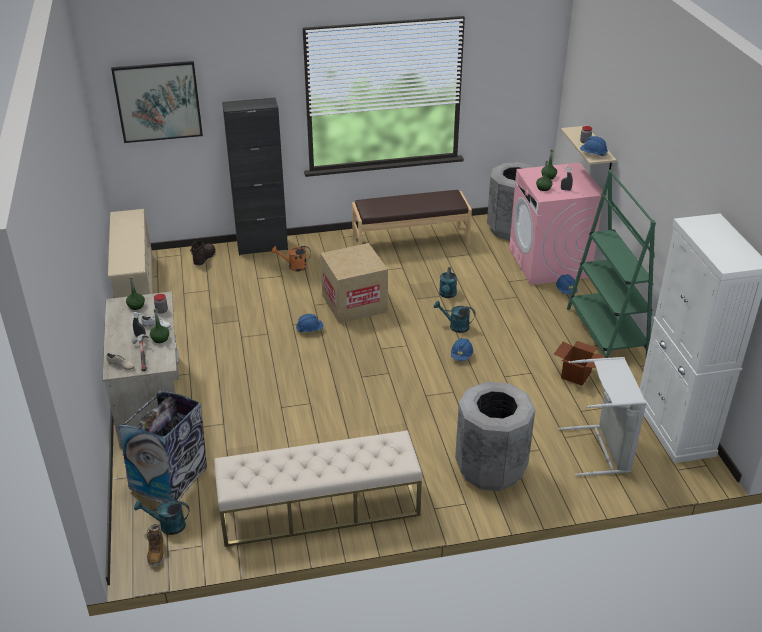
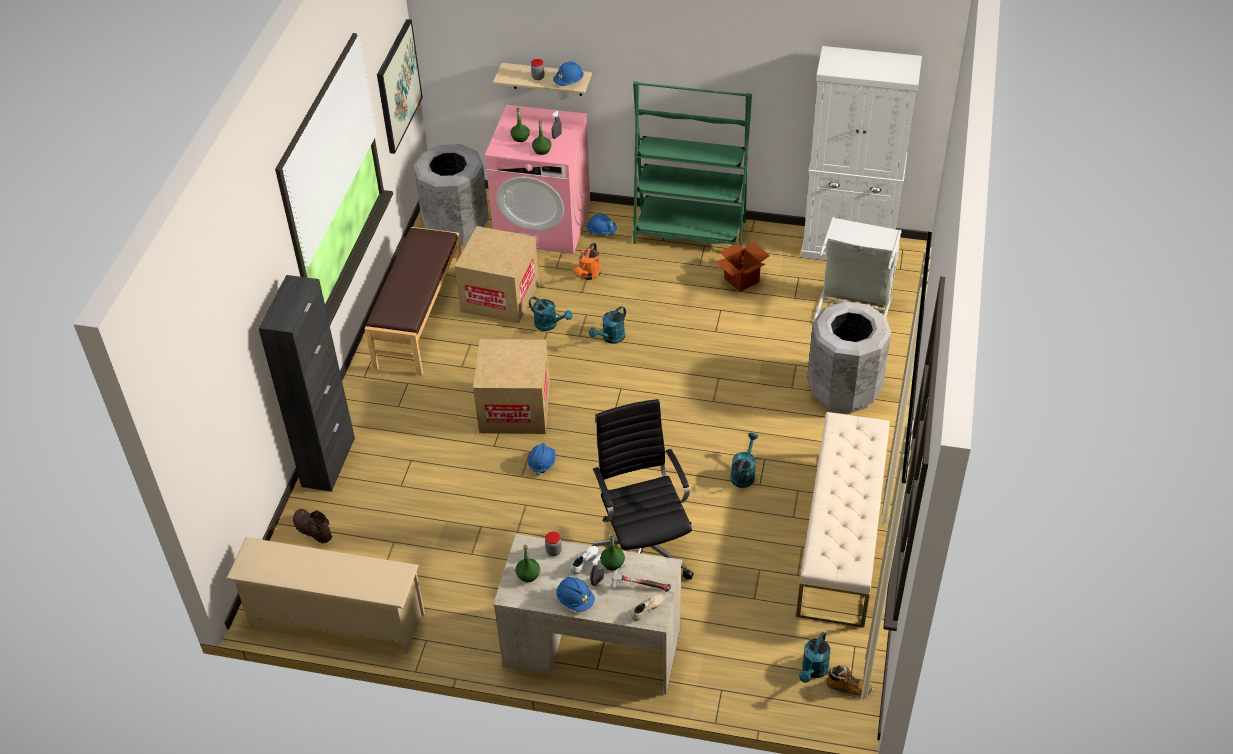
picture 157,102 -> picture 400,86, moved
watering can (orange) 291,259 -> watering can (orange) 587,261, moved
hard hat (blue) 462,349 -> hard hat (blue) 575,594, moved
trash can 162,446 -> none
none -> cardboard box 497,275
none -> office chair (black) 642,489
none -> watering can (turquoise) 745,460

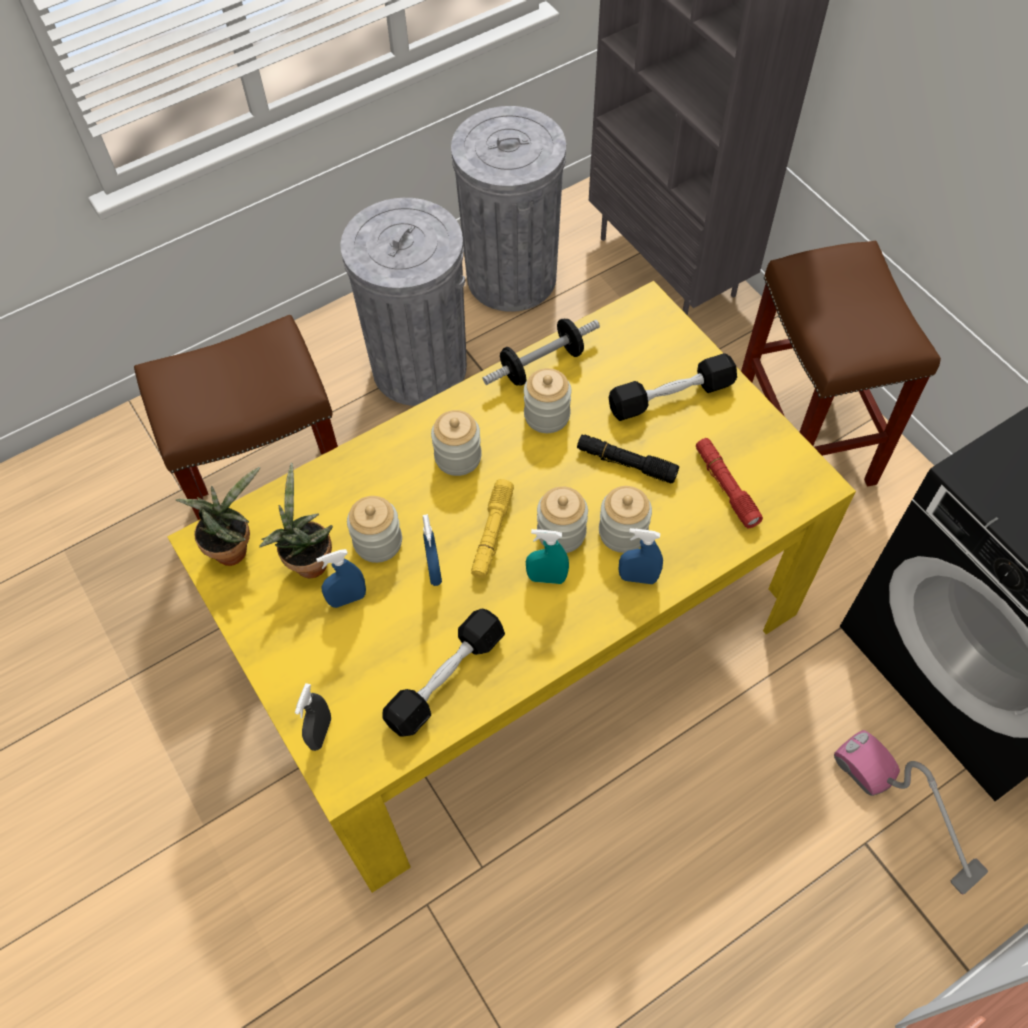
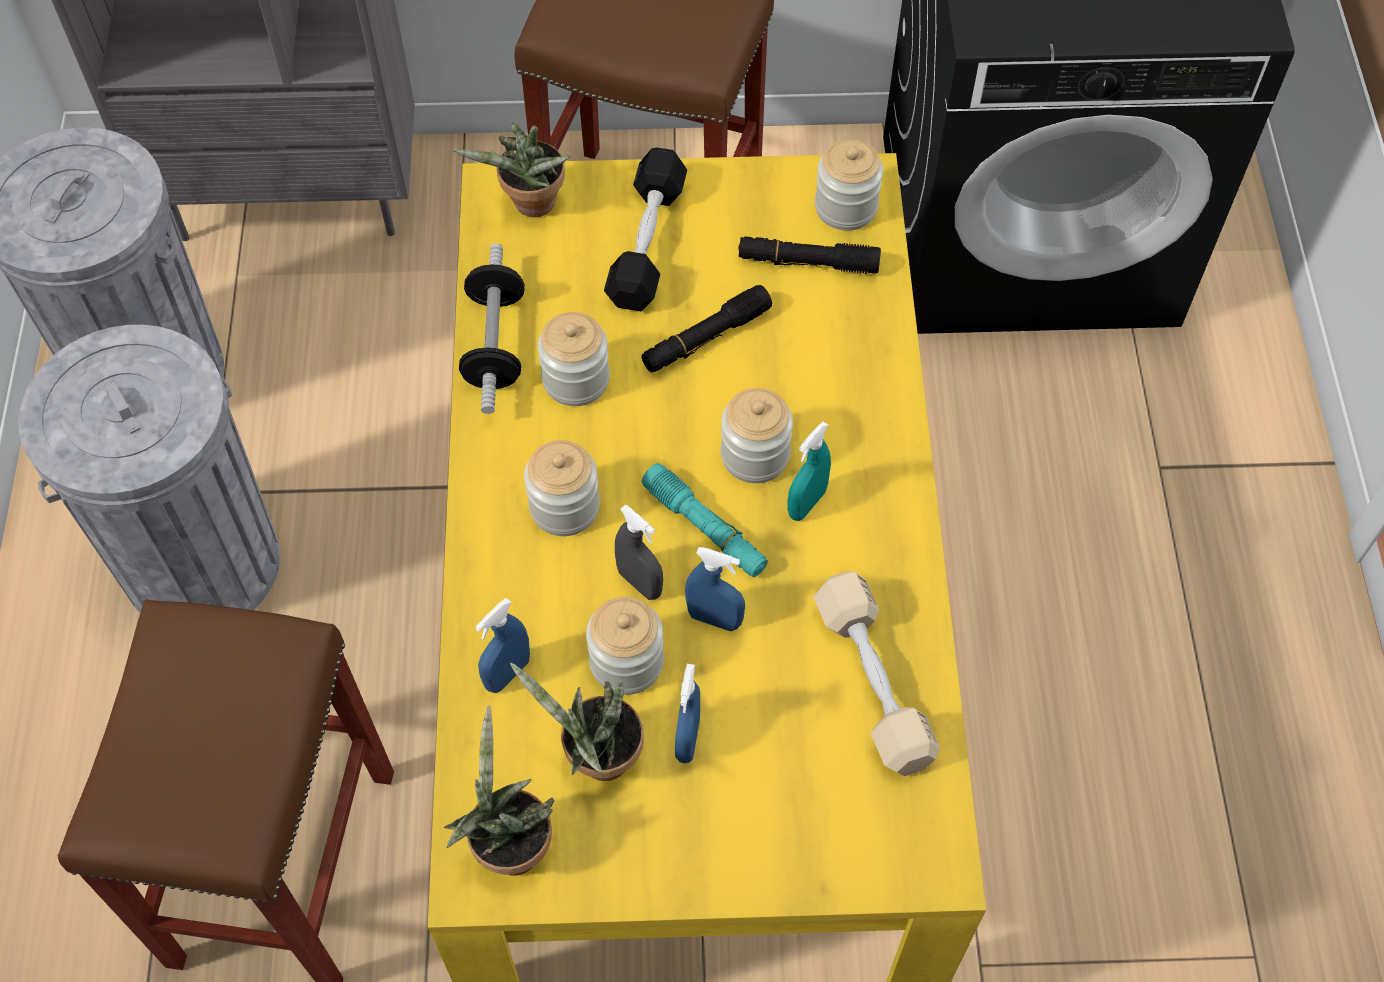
flashlight (red) 729,483 -> flashlight (black) 809,255
flashlight (yellow) 492,528 -> flashlight (turquoise) 705,520
jar 625,519 -> jar 849,185, moved
spray bottle (blue) 641,556 -> spray bottle (blue) 502,645, moved
dumbbell (black) 443,673 -> dumbbell (beige) 877,673
spray bottle (grey) 313,717 -> spray bottle (grey) 639,552, moved
vacuum cleaner 911,812 -> none
none -> potted plant 512,169

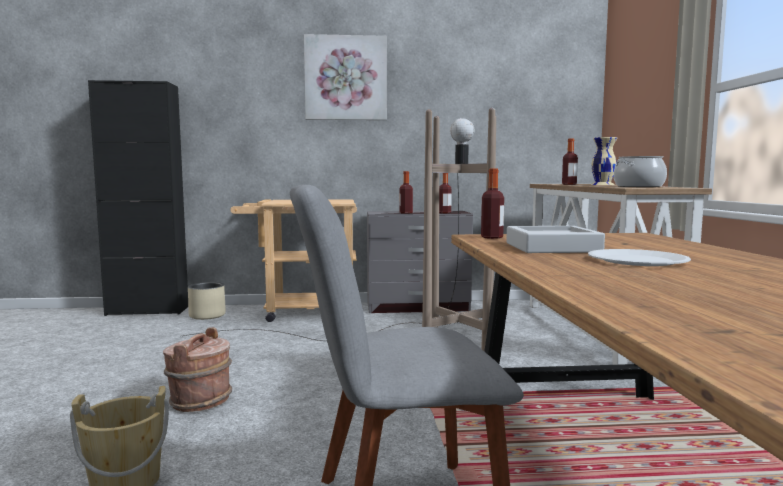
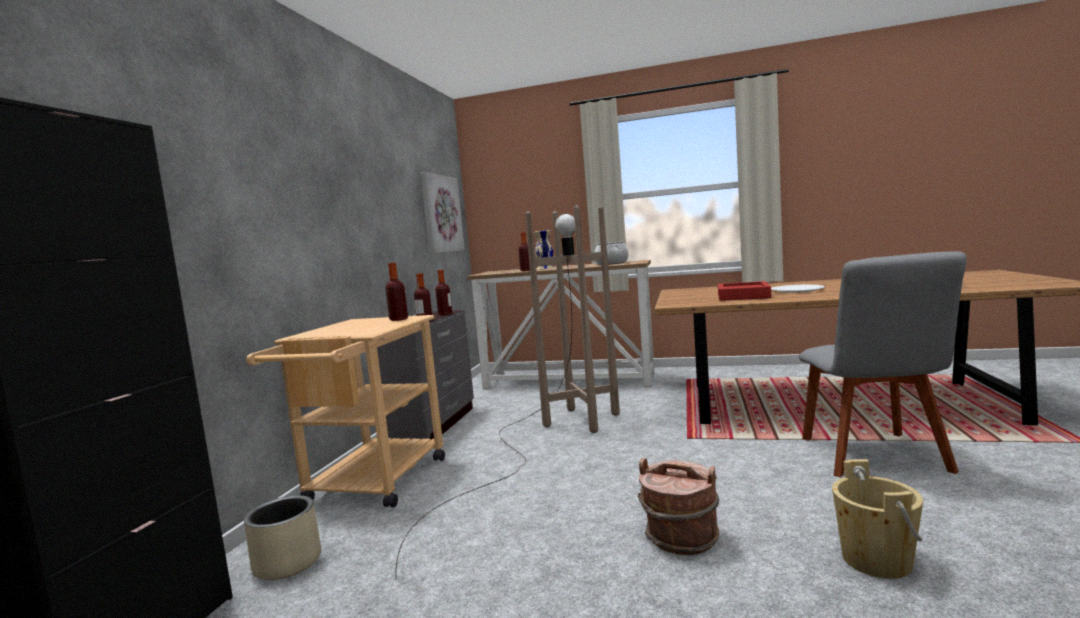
picture 345,77 -> picture 443,213, moved
bottle 492,204 -> bottle 396,292, moved
tray (grey) 555,239 -> tray (red) 744,291

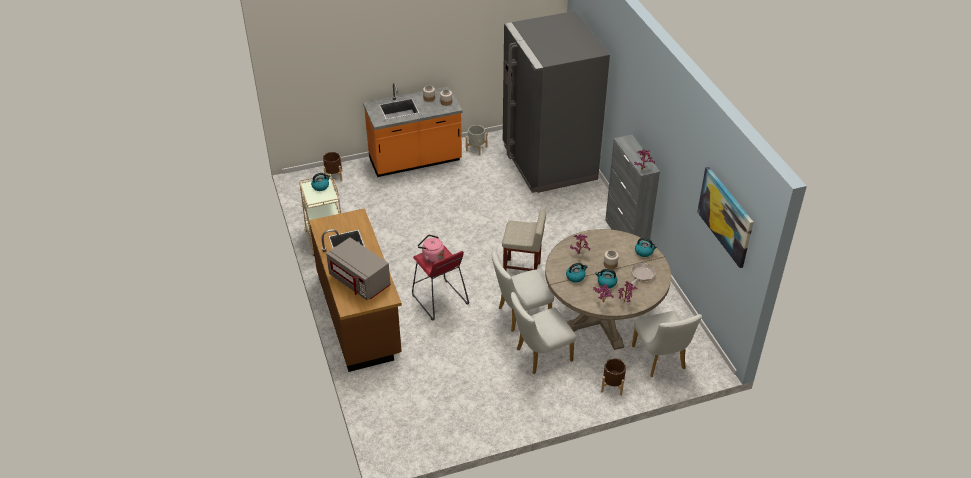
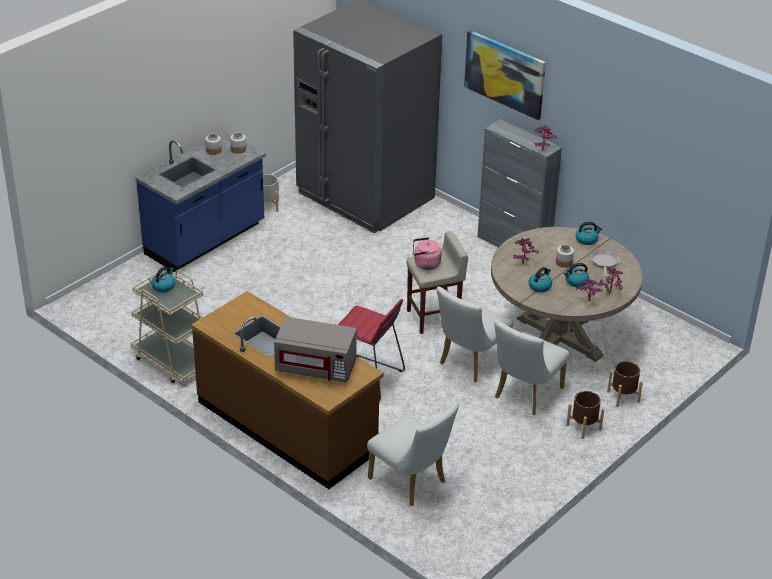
counter (orange) 412,130 -> counter (blue) 200,202
planter (brown) 332,166 -> planter (brown) 585,415, moved
picture 725,217 -> picture 505,75, moved
kettle (pink) 431,249 -> kettle (pink) 427,253, moved
chair (white) 667,344 -> chair (white) 413,454, moved

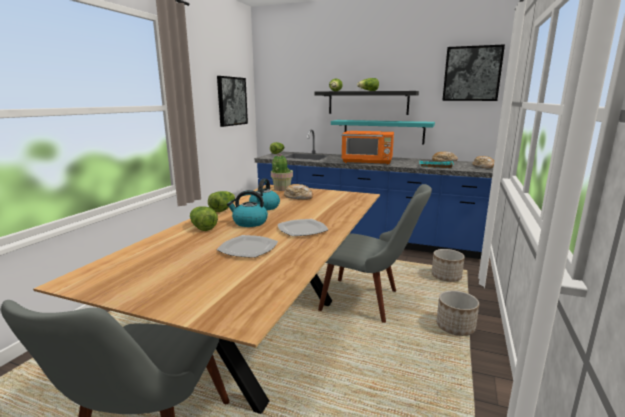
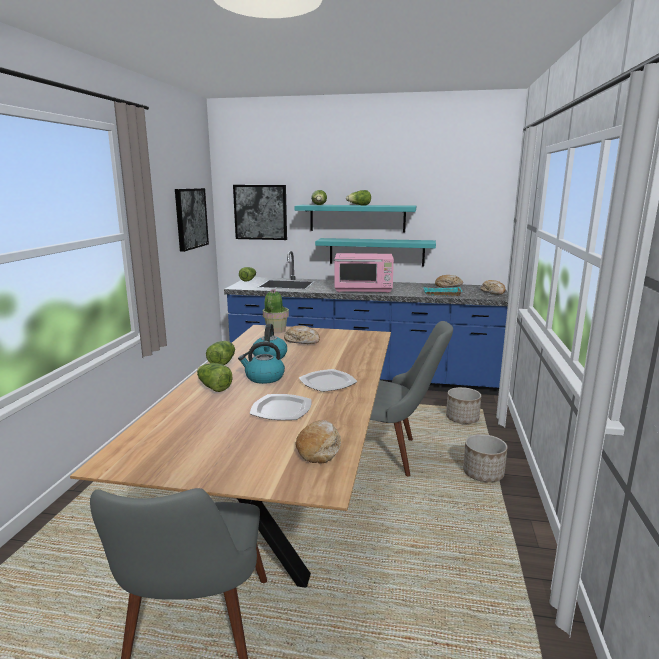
picture 473,72 -> picture 260,212, moved
shelf (black) 367,103 -> shelf (turquoise) 355,219
microwave (orange) 368,148 -> microwave (pink) 364,273
none -> bread 318,441

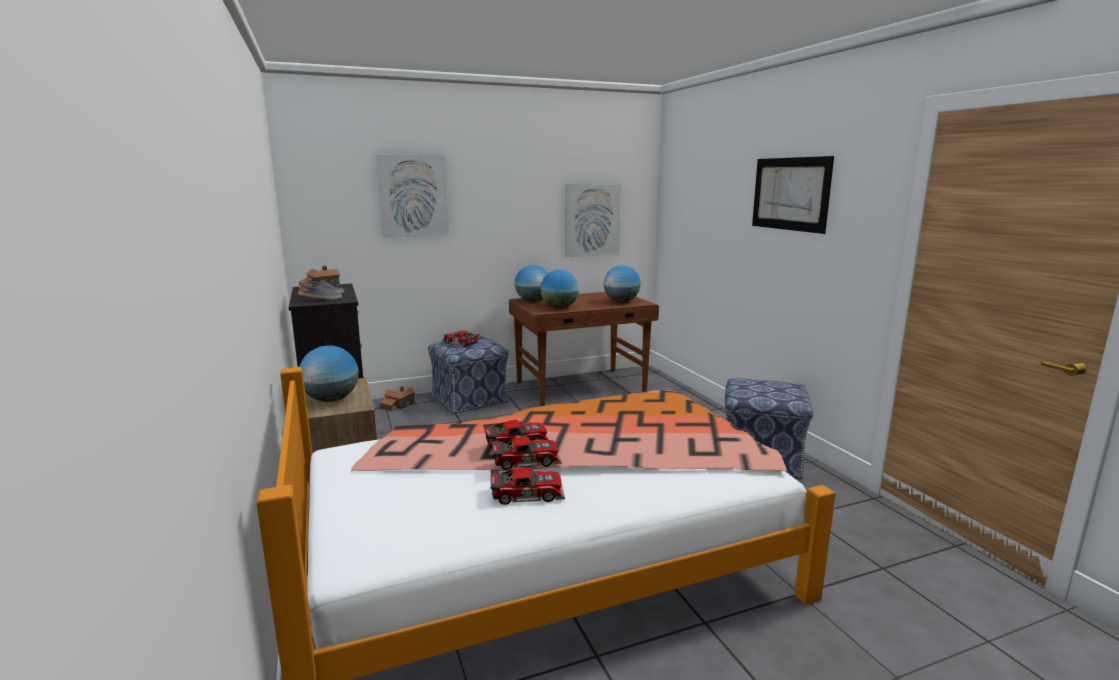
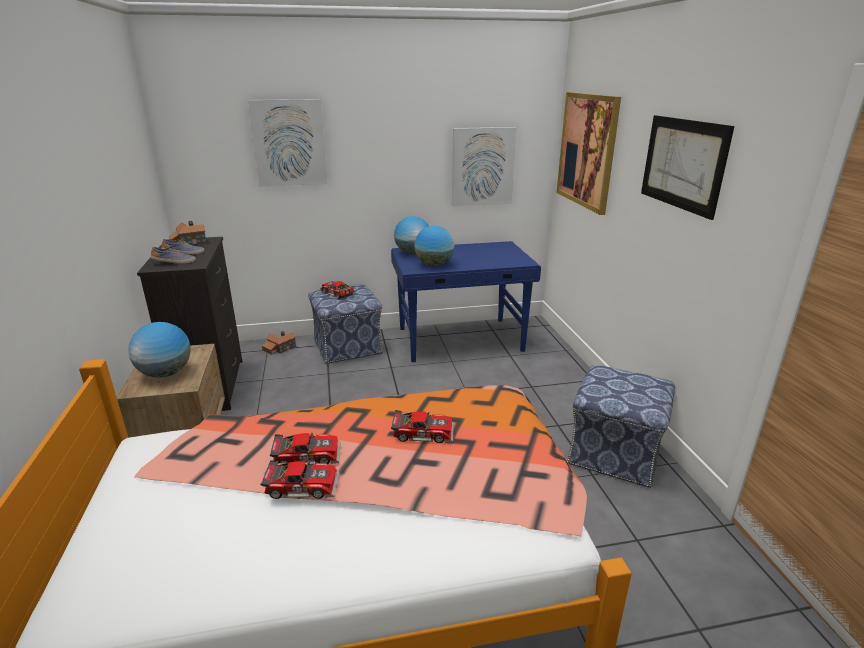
globe 622,283 -> none
desk (brown) 584,349 -> desk (blue) 466,301
toy car 528,486 -> toy car 422,426, moved
none -> picture 589,153

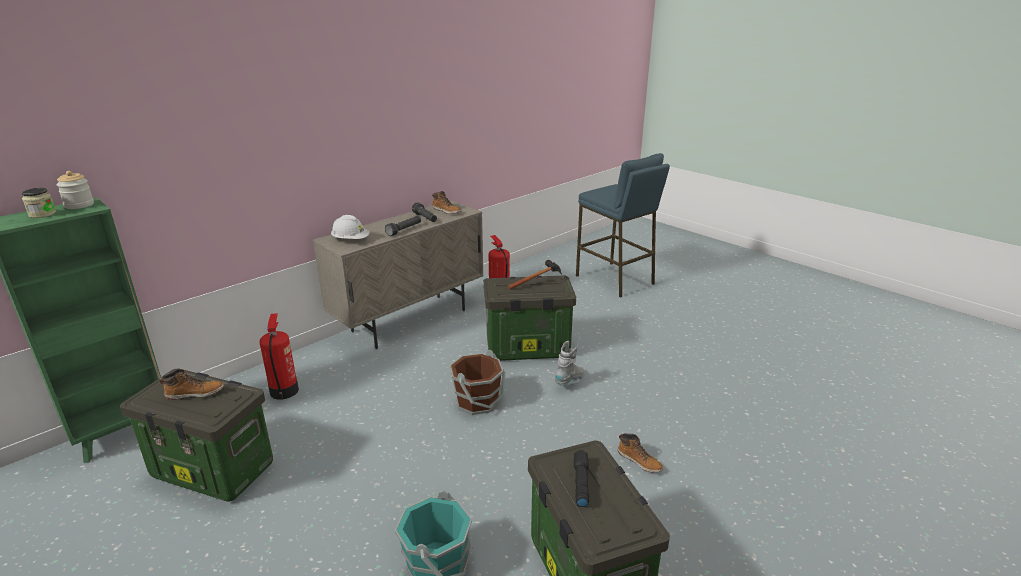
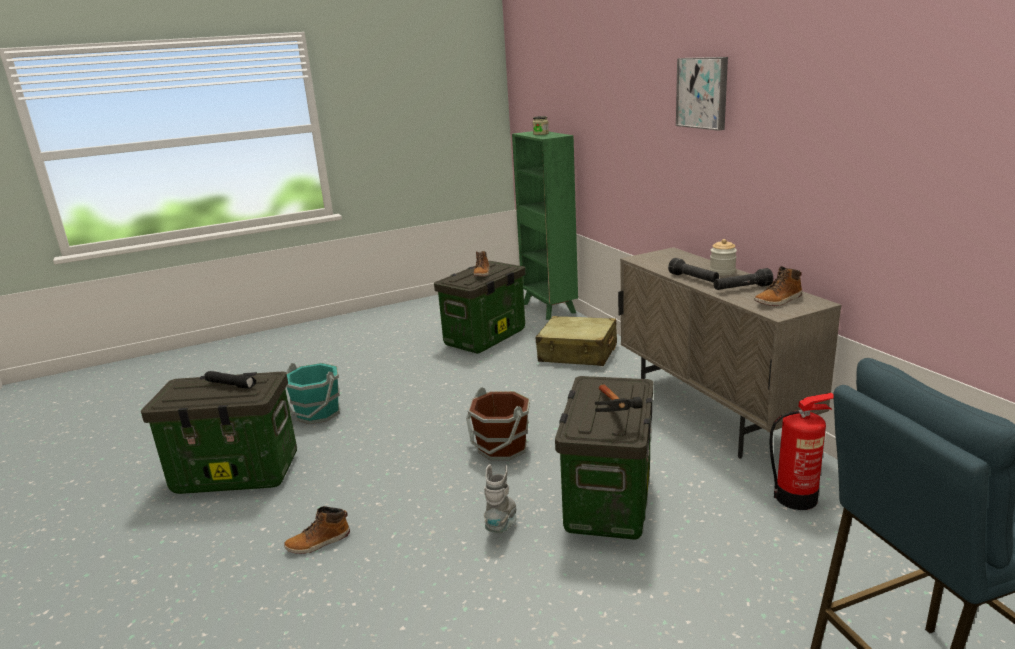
jar 75,190 -> jar 723,257, moved
hard hat (white) 350,227 -> none
fire extinguisher 279,356 -> suitcase (beige) 576,341
boot (grey) 570,363 -> boot (grey) 500,498, 135 degrees counterclockwise
none -> picture 702,94

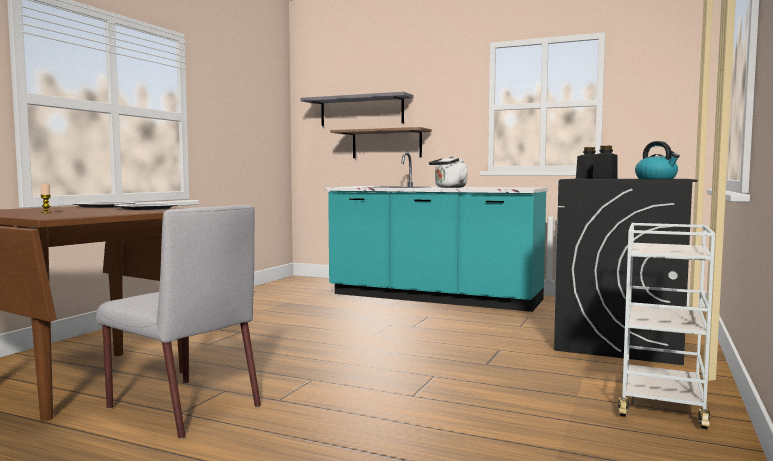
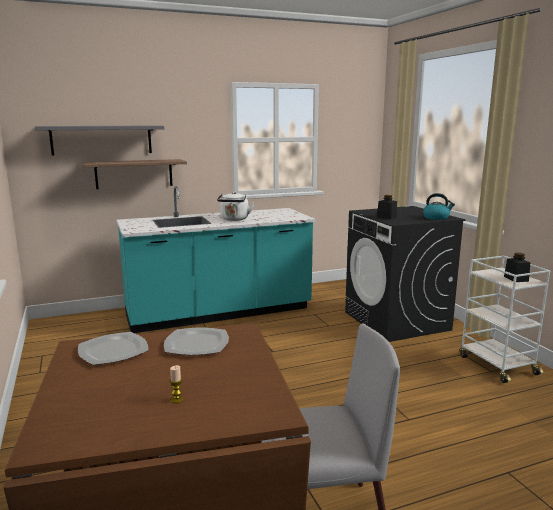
jar (black) 605,162 -> jar (black) 517,267, moved

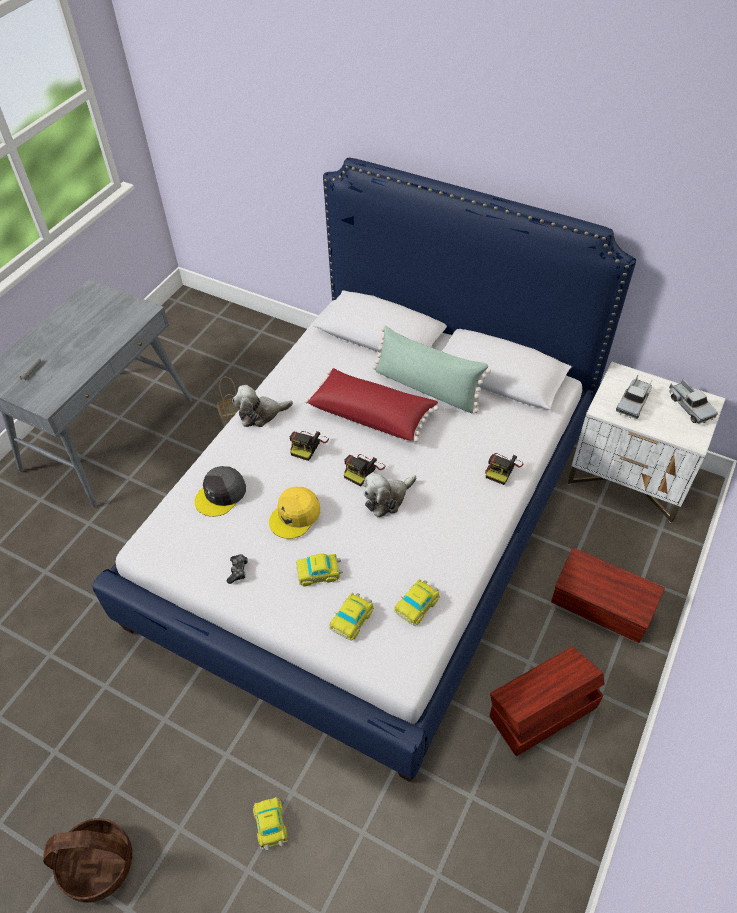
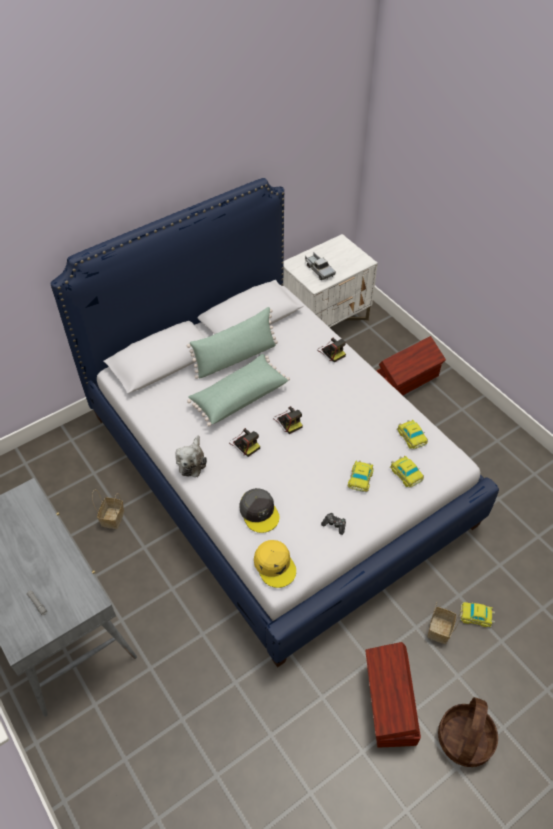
pillow (red) 371,405 -> pillow (green) 238,390
toy truck 693,401 -> none
plush toy 389,494 -> none
cap (yellow) 294,513 -> cap (yellow) 275,564, moved
storage box (brown) 547,701 -> storage box (brown) 393,694, moved
none -> basket 445,623

